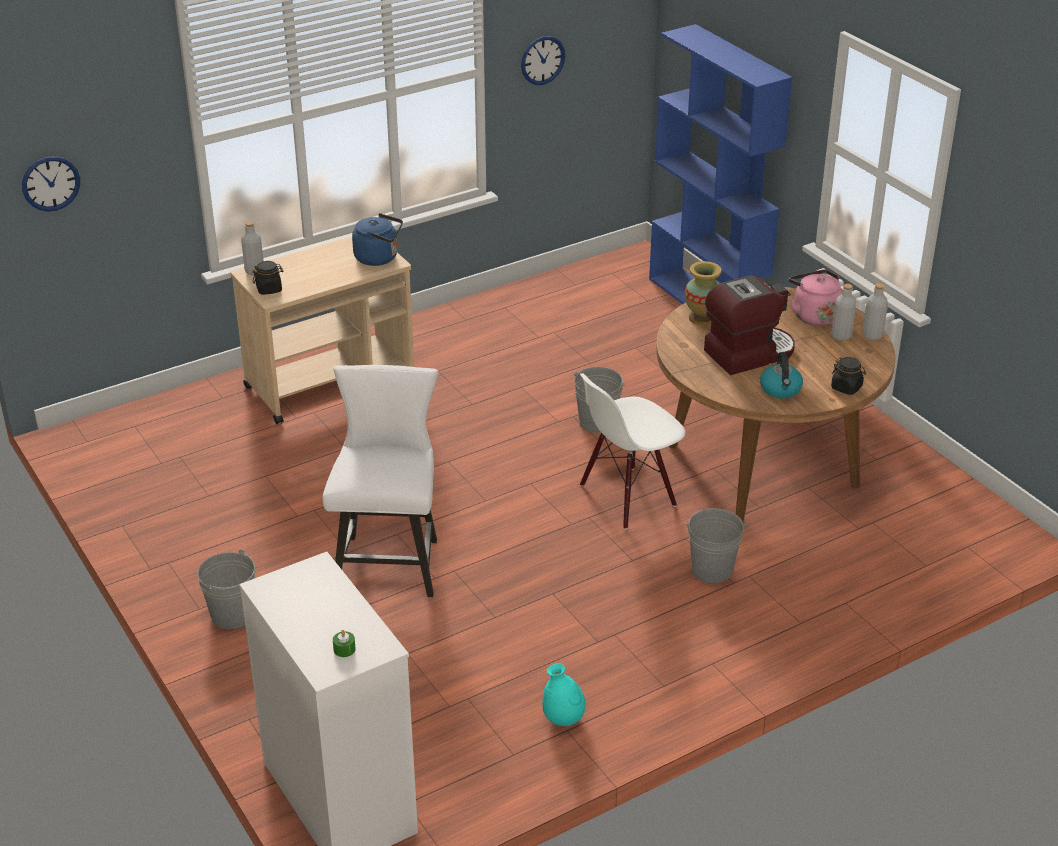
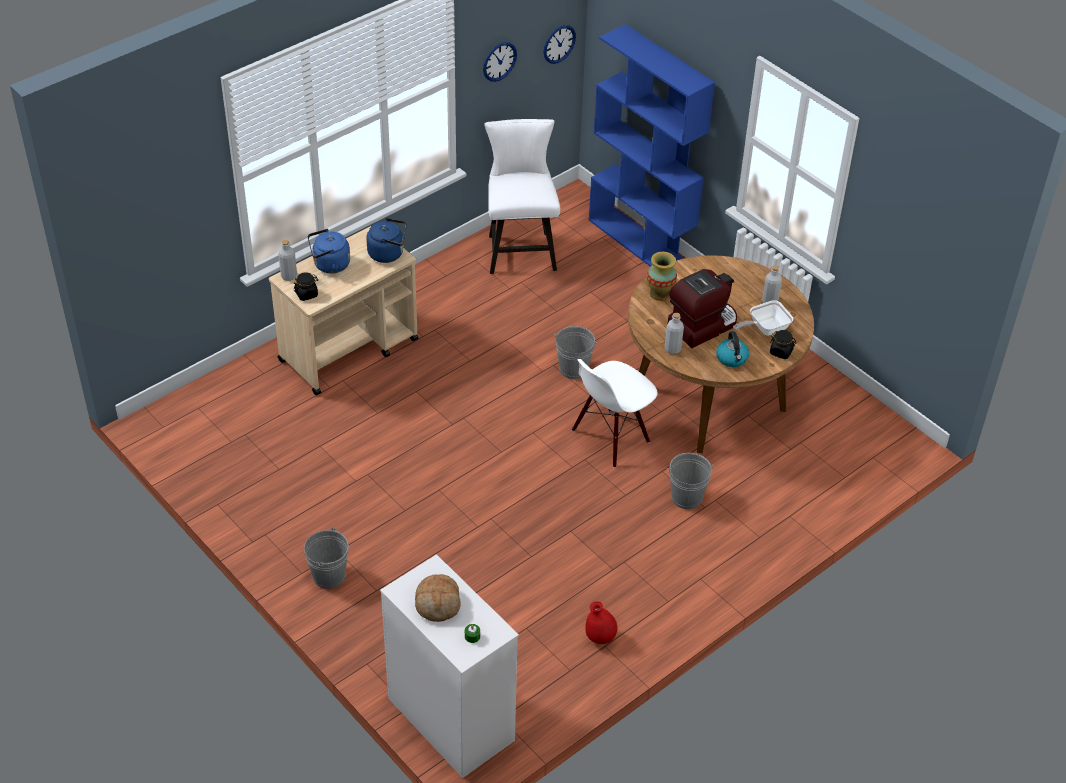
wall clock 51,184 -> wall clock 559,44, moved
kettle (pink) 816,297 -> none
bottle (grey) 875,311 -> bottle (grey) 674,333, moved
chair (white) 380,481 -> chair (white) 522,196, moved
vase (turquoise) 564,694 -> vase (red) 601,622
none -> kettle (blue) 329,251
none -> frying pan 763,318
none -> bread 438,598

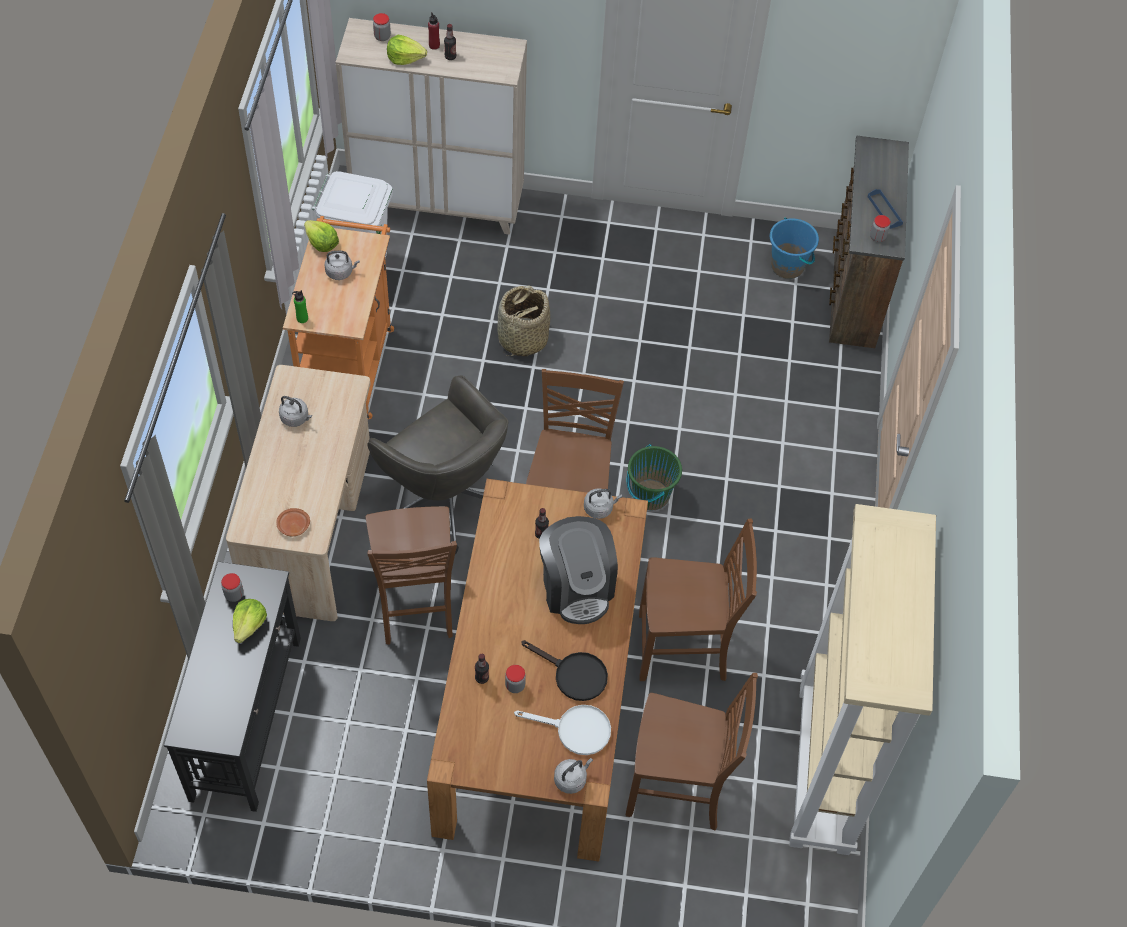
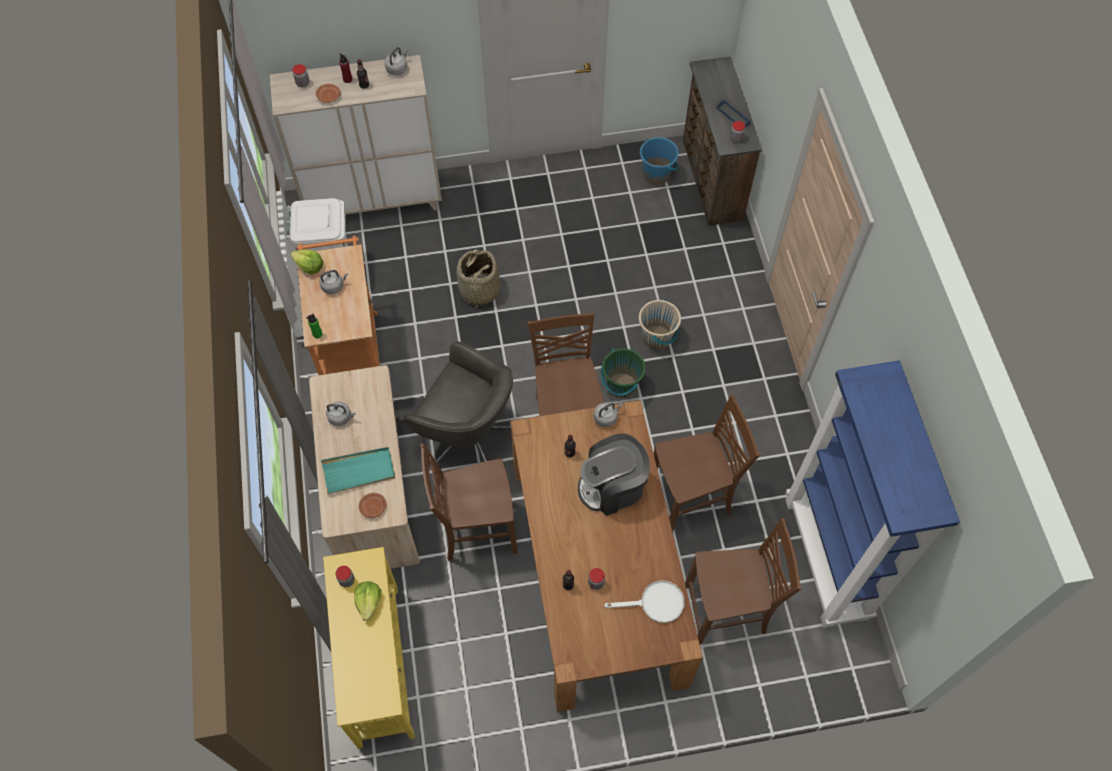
lettuce 407,50 -> plate (brown) 328,93
bookcase (beige) 862,679 -> bookcase (blue) 873,494
chair (brown) 411,575 -> chair (brown) 469,502, 105 degrees clockwise
coffee machine 578,570 -> coffee machine 614,474, 105 degrees clockwise
console table (black) 232,687 -> console table (yellow) 369,648
frying pan (black) 564,670 -> none
kettle (grey) 573,776 -> kettle (grey) 396,61, moved
none -> bucket (beige) 660,324
none -> tray (turquoise) 358,470

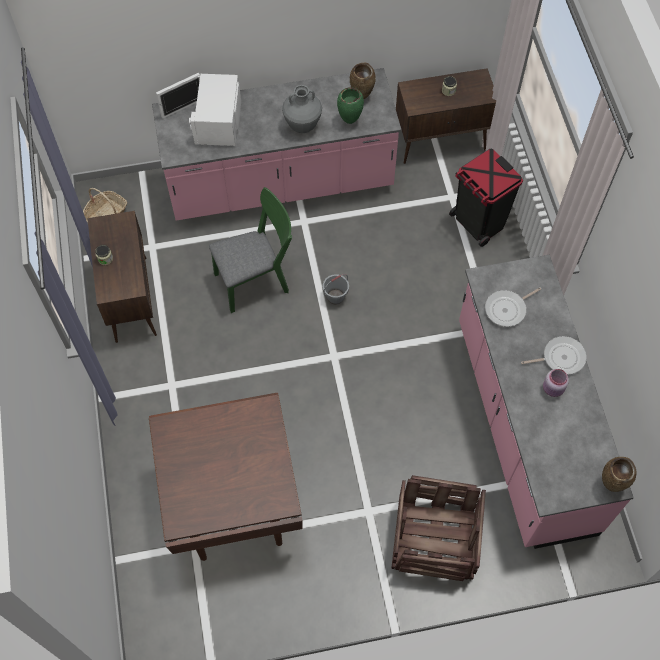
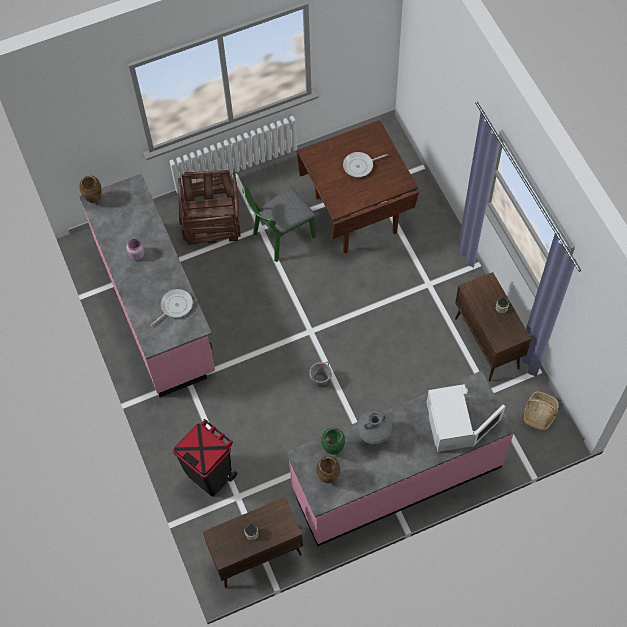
chair (green) 250,250 -> chair (green) 279,223, moved
frying pan 554,355 -> frying pan 365,164, moved

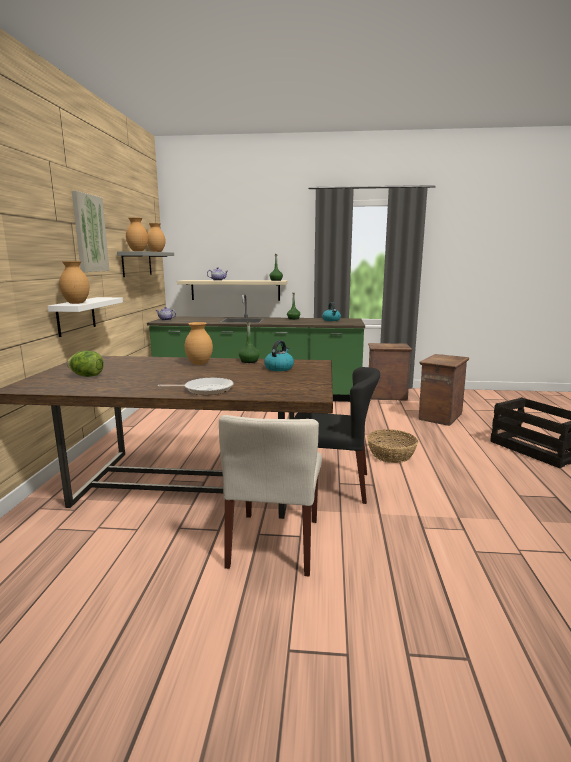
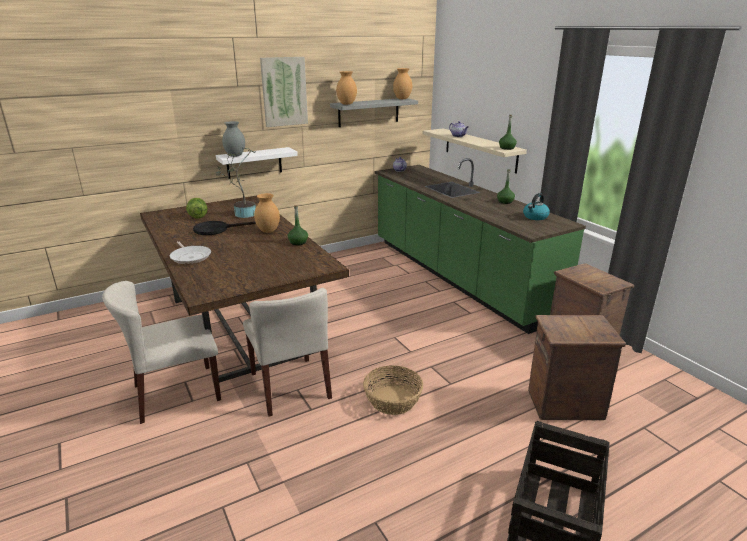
vase (brown) 74,282 -> vase (grey) 233,139
kettle 279,355 -> none
chair (black) 337,435 -> chair (beige) 287,352
none -> potted plant 236,183
none -> frying pan (black) 224,228

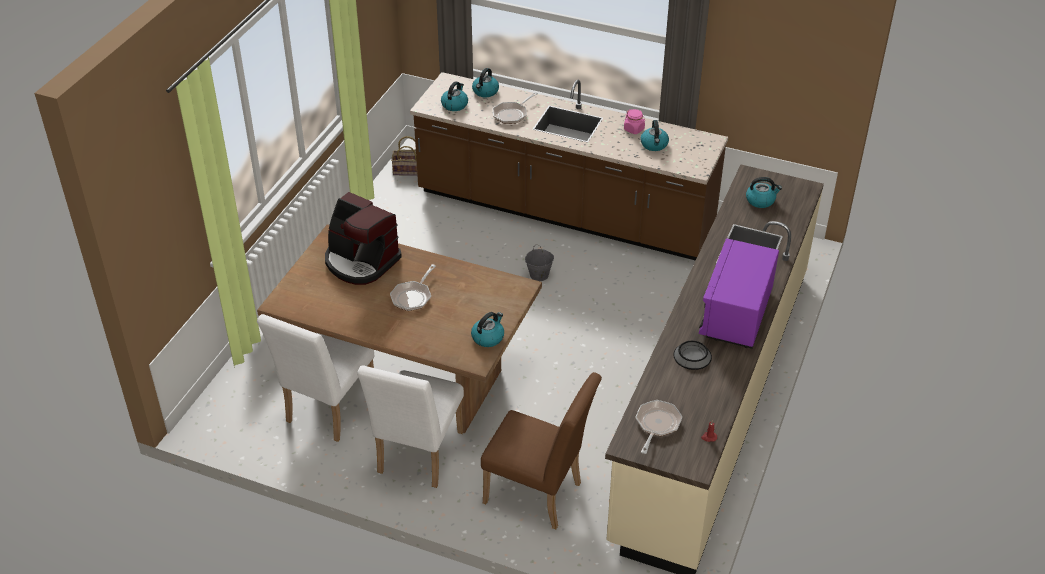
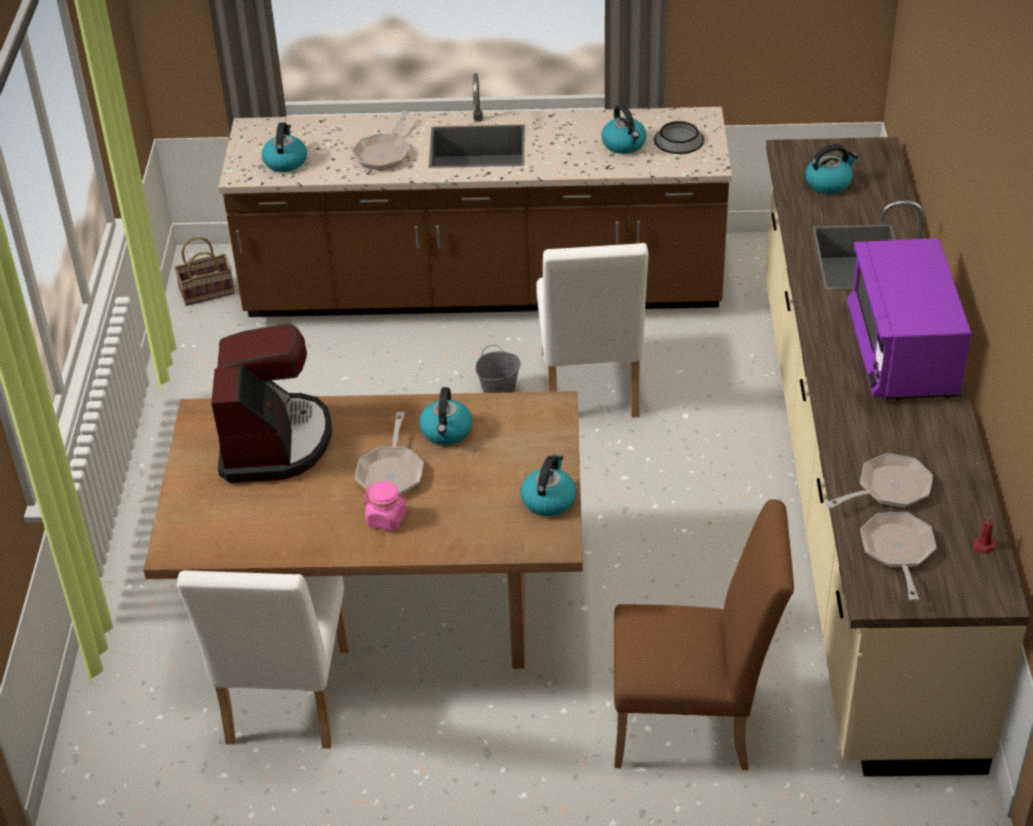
kettle 485,82 -> kettle 446,416, moved
jar (pink) 634,121 -> jar (pink) 385,506, moved
coffee machine 363,238 -> coffee machine 271,403, 105 degrees counterclockwise
bowl 692,355 -> bowl 679,137, moved
chair (white) 410,426 -> chair (white) 592,330, moved
none -> frying pan 879,480

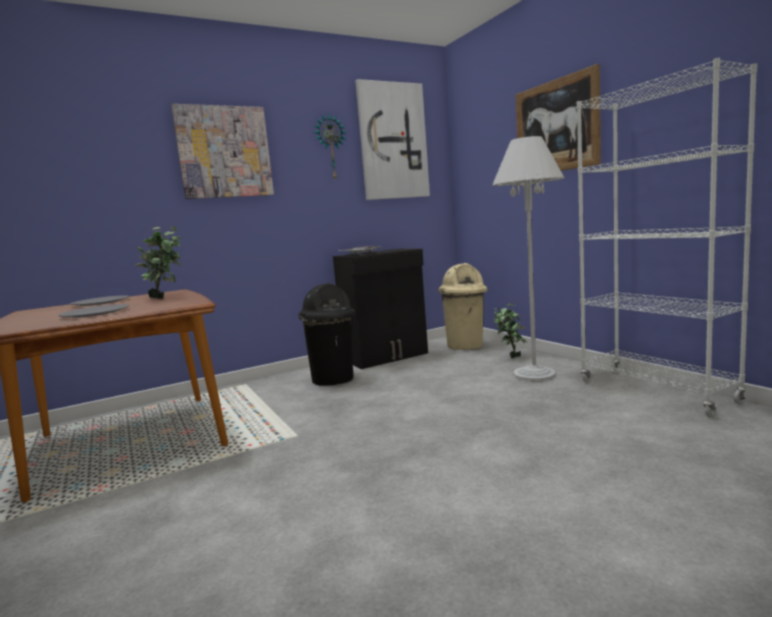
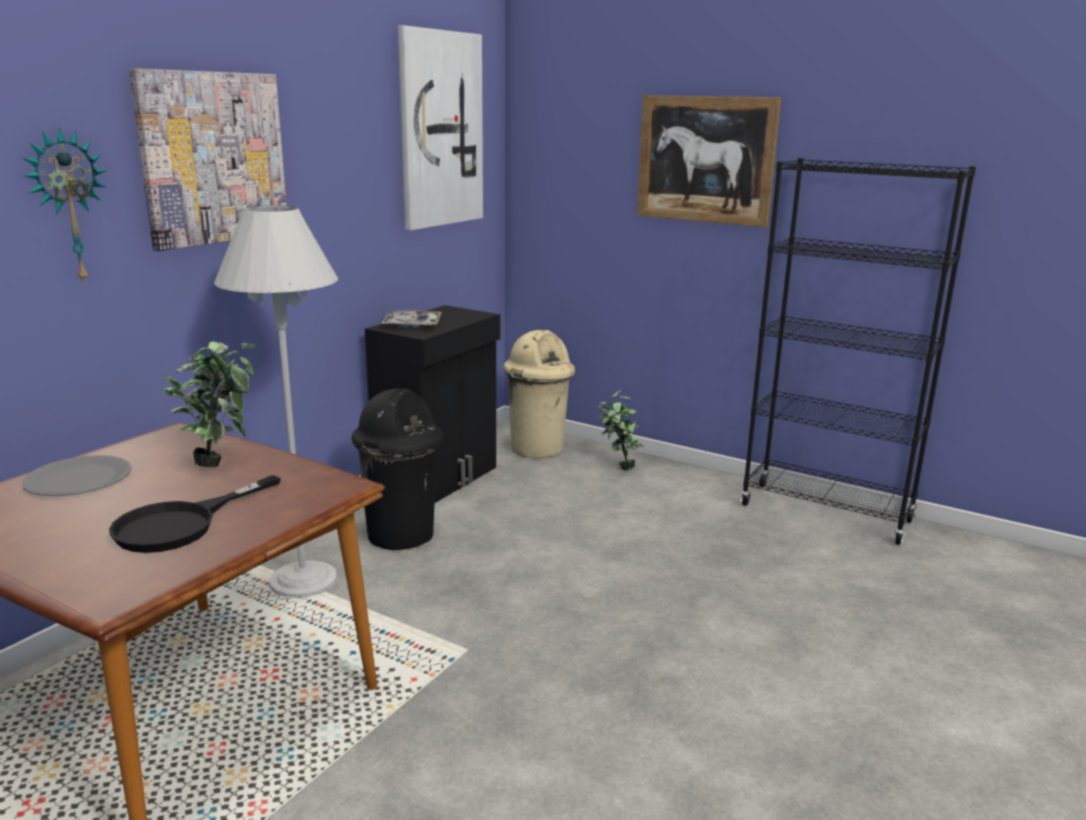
bookcase (white) 667,237 -> bookcase (black) 858,351
wall clock 330,146 -> wall clock 64,206, moved
floor lamp (white) 528,259 -> floor lamp (white) 276,402, moved
plate (grey) 94,311 -> frying pan (black) 195,514

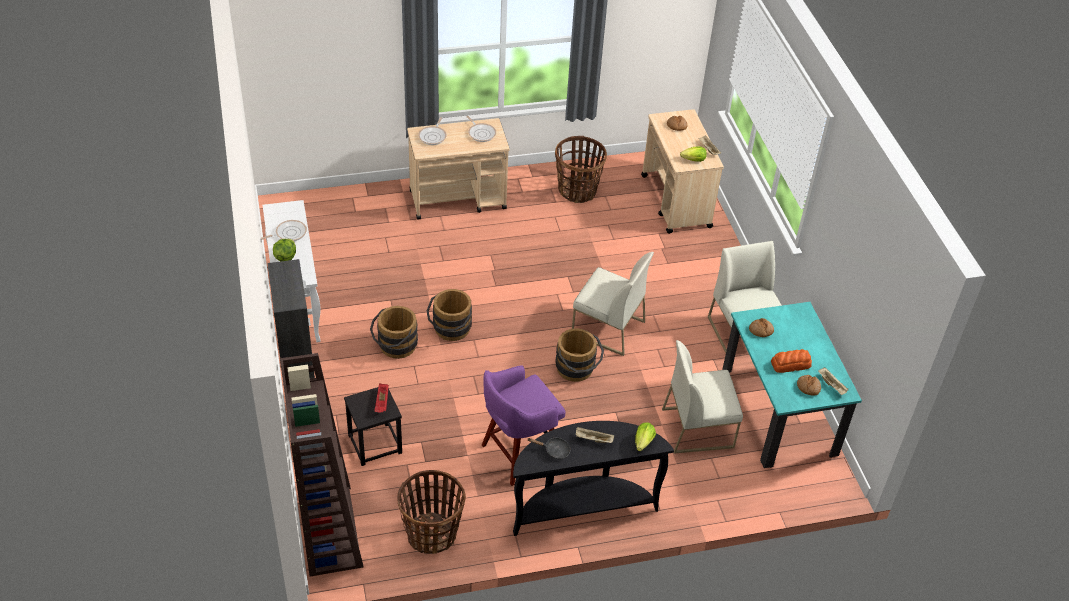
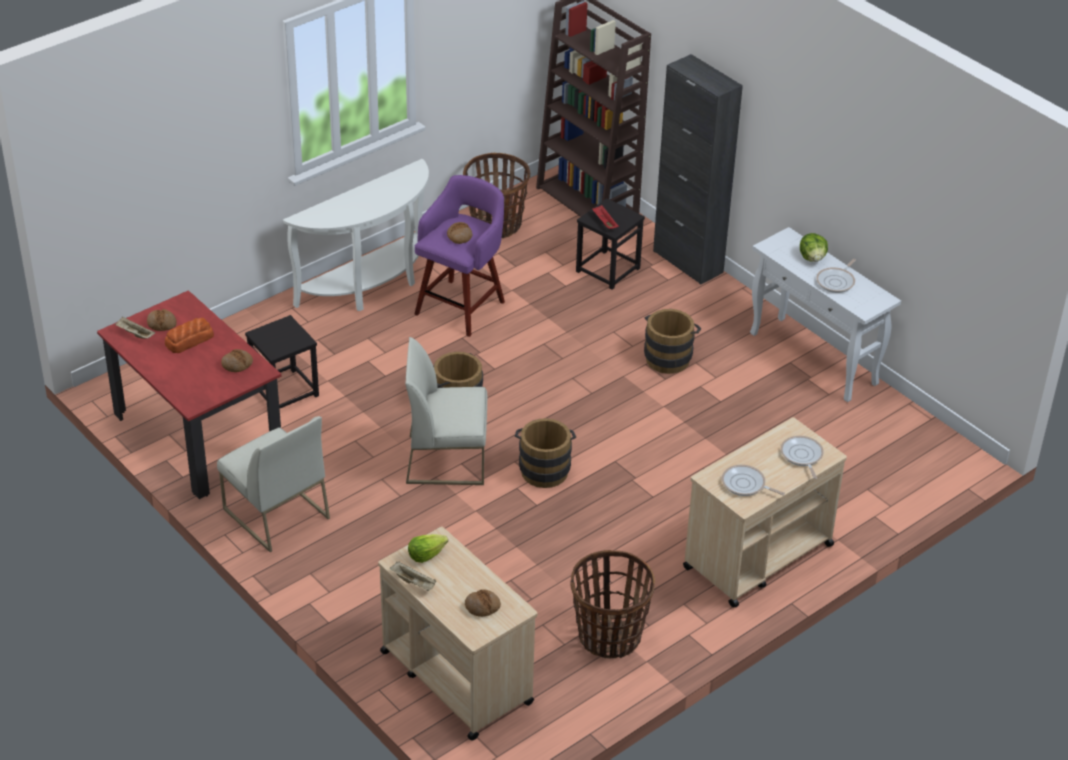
bucket (brown) 449,315 -> bucket (brown) 545,453, moved
dining table (turquoise) 792,385 -> dining table (red) 189,394
chair (white) 702,396 -> stool (black) 282,361
console table (black) 593,478 -> console table (white) 356,235
lettuce 645,436 -> none
tray (beige) 595,435 -> none
frying pan (black) 549,448 -> none
none -> bread 460,233

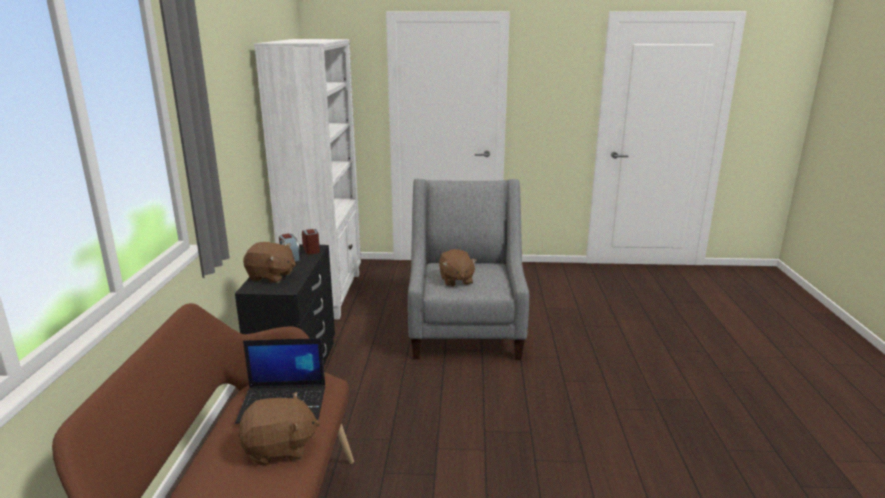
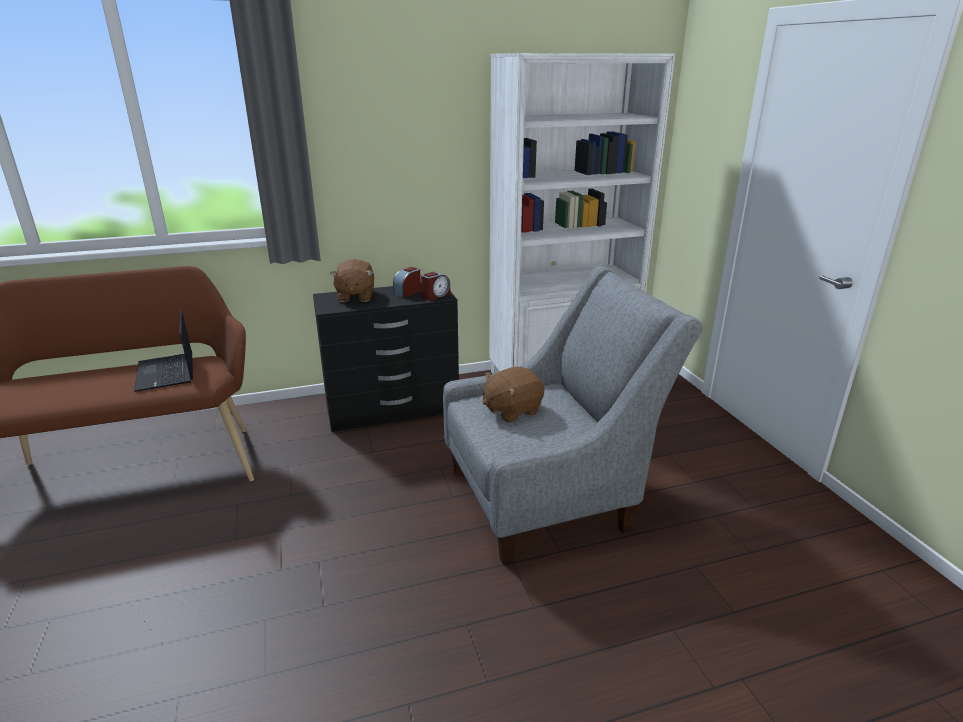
plush toy (brown) 279,428 -> none

